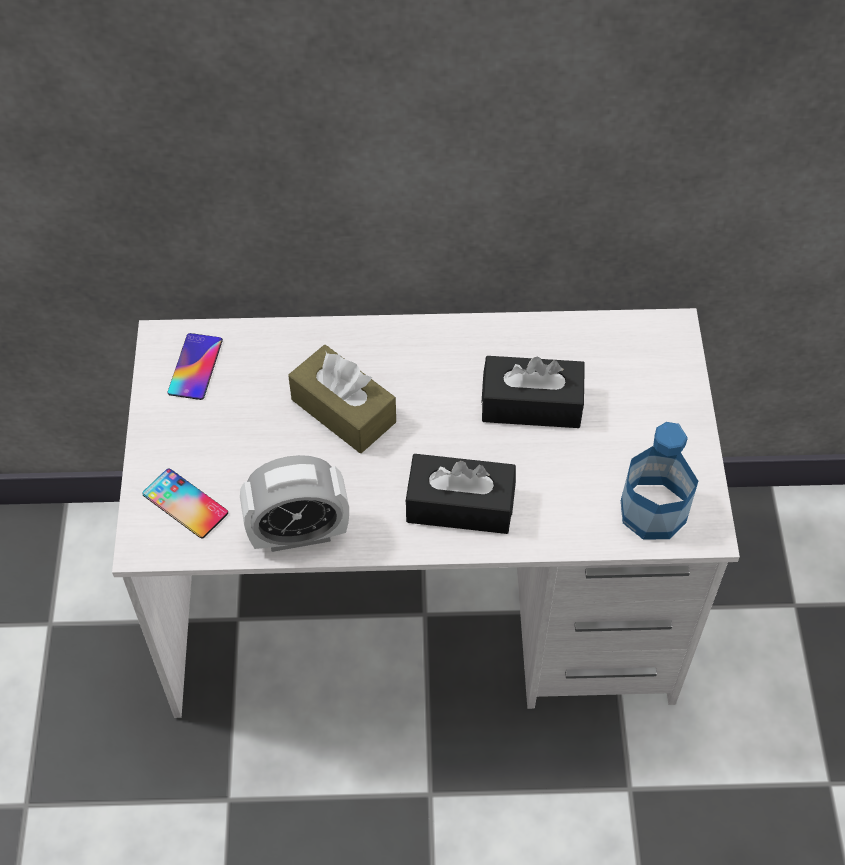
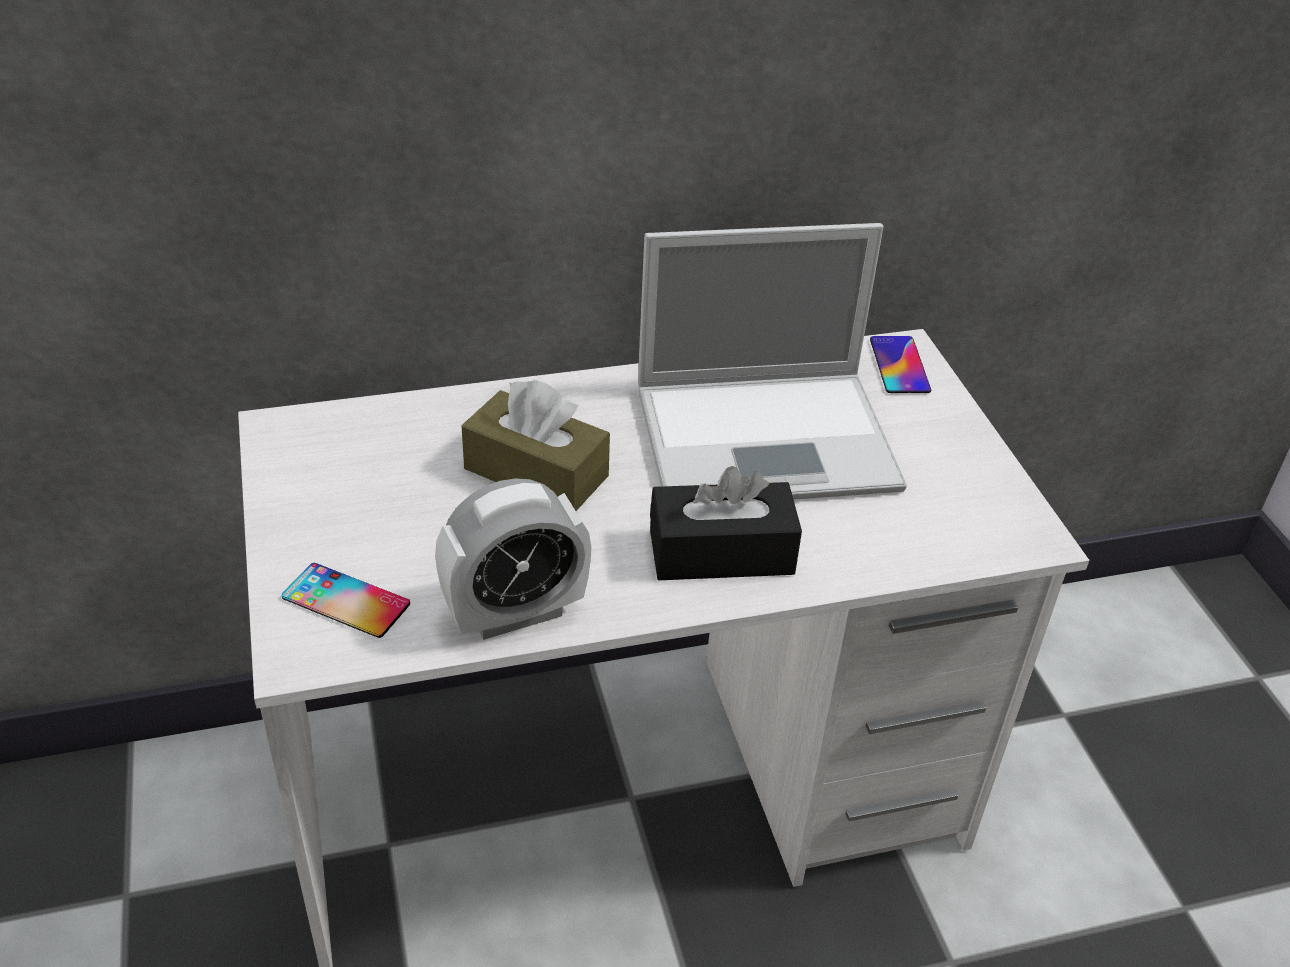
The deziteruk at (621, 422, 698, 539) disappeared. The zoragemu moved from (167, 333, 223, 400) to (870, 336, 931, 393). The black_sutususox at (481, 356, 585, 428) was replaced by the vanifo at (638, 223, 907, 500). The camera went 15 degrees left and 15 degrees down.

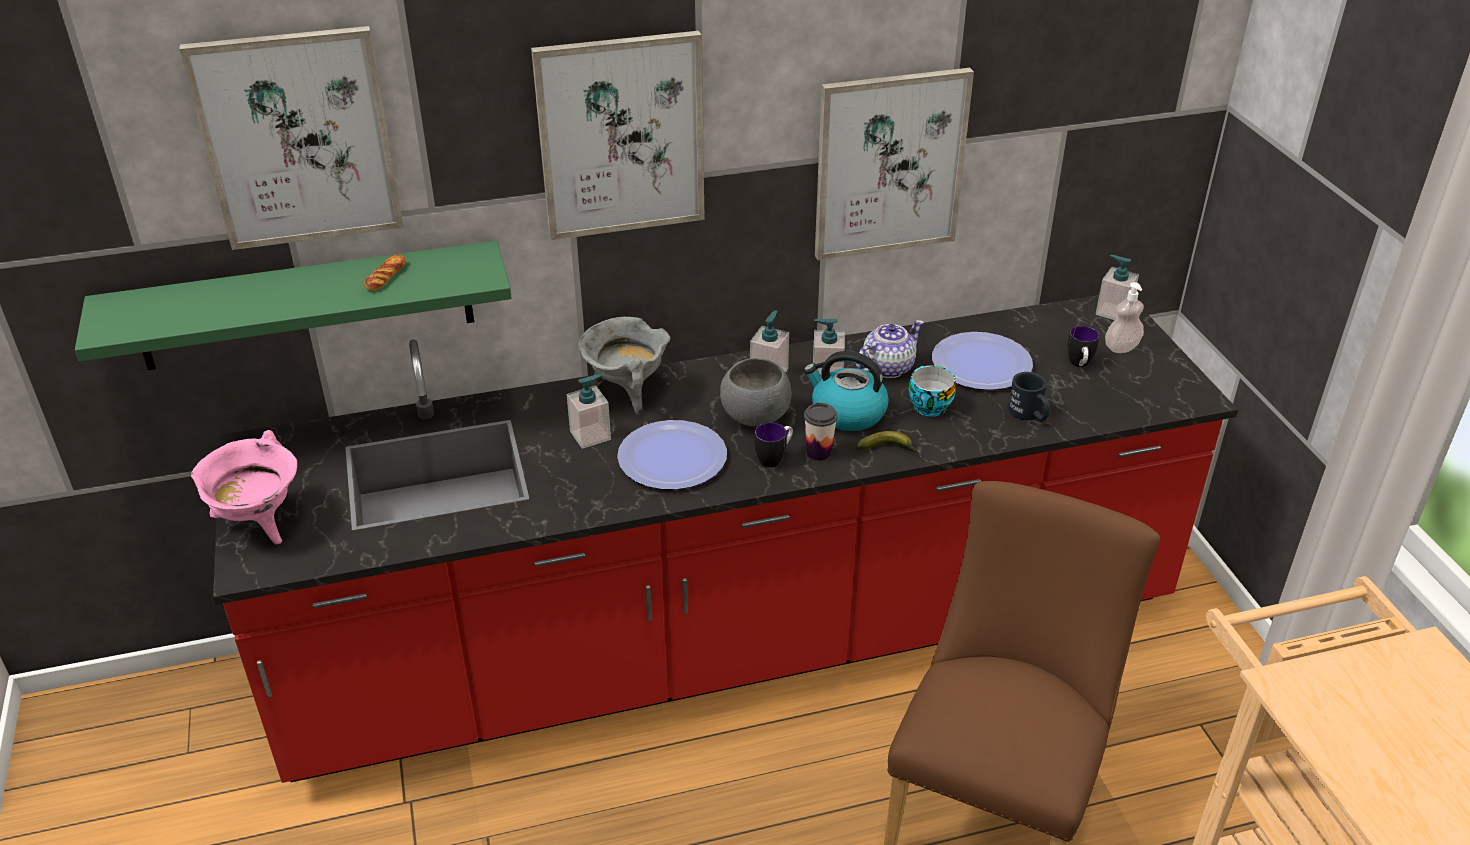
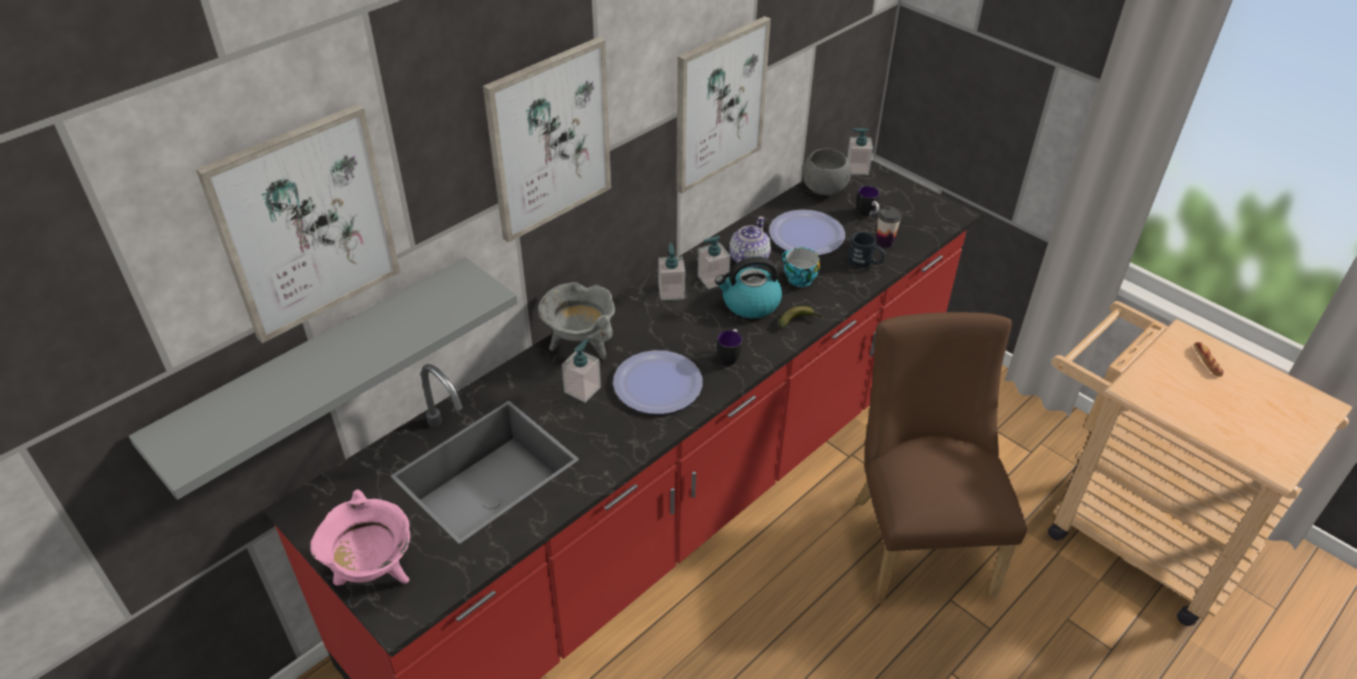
The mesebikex at (1105, 282, 1144, 353) disappeared. The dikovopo moved from (364, 254, 406, 291) to (1194, 342, 1224, 377). The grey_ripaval moved from (720, 358, 792, 426) to (802, 148, 851, 195). The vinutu moved from (804, 403, 838, 461) to (876, 207, 902, 248). The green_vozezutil at (75, 241, 512, 370) became the grey_vozezutil at (129, 257, 518, 500). The camera went 30 degrees left and 5 degrees up.

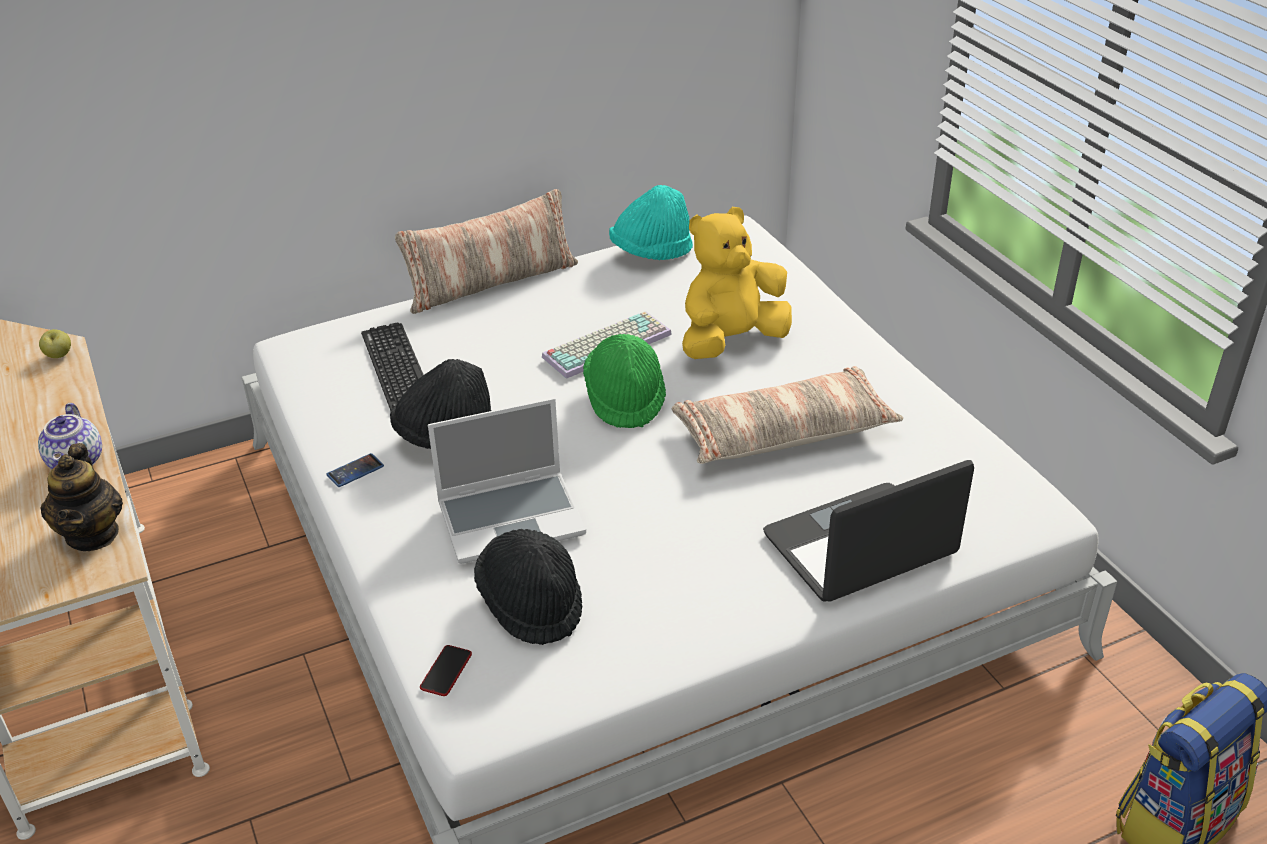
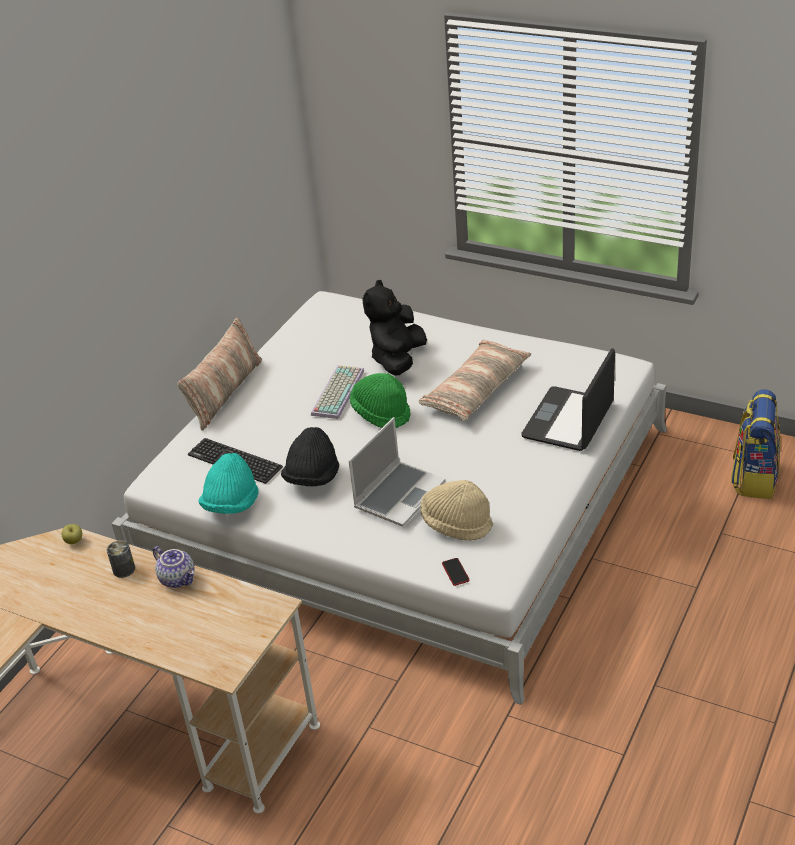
The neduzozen at (40, 443, 123, 551) disappeared. The zoragemu at (326, 453, 384, 487) disappeared. The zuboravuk at (107, 540, 135, 578) appeared. The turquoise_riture moved from (609, 185, 693, 260) to (198, 453, 259, 514). The black_riture at (474, 529, 582, 645) became the beige_riture at (420, 480, 493, 540). The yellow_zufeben at (682, 207, 792, 359) became the black_zufeben at (362, 280, 427, 375). The camera went 35 degrees left and 0 degrees up.

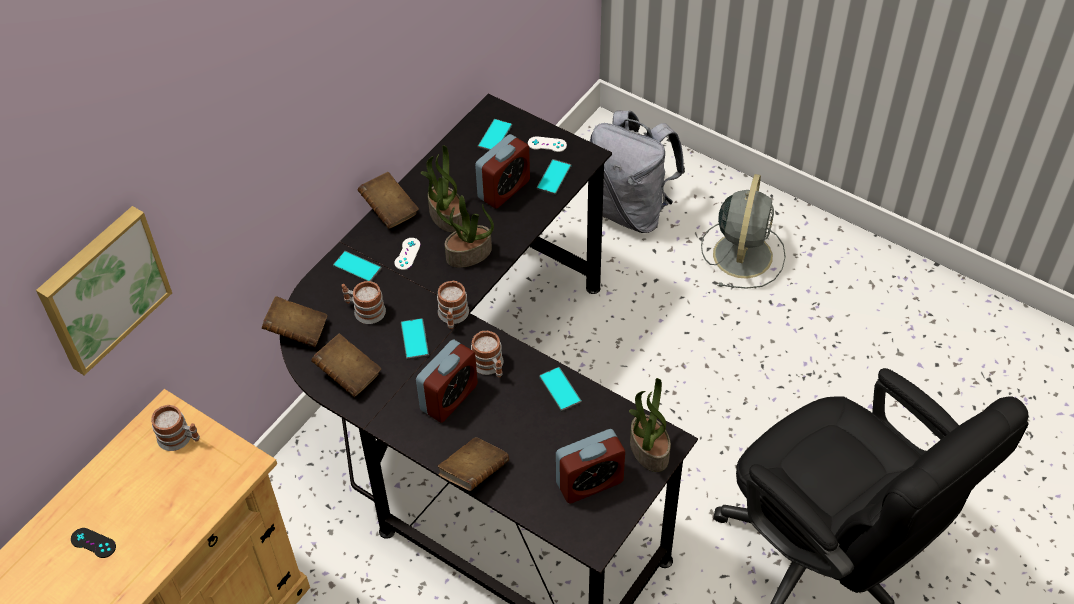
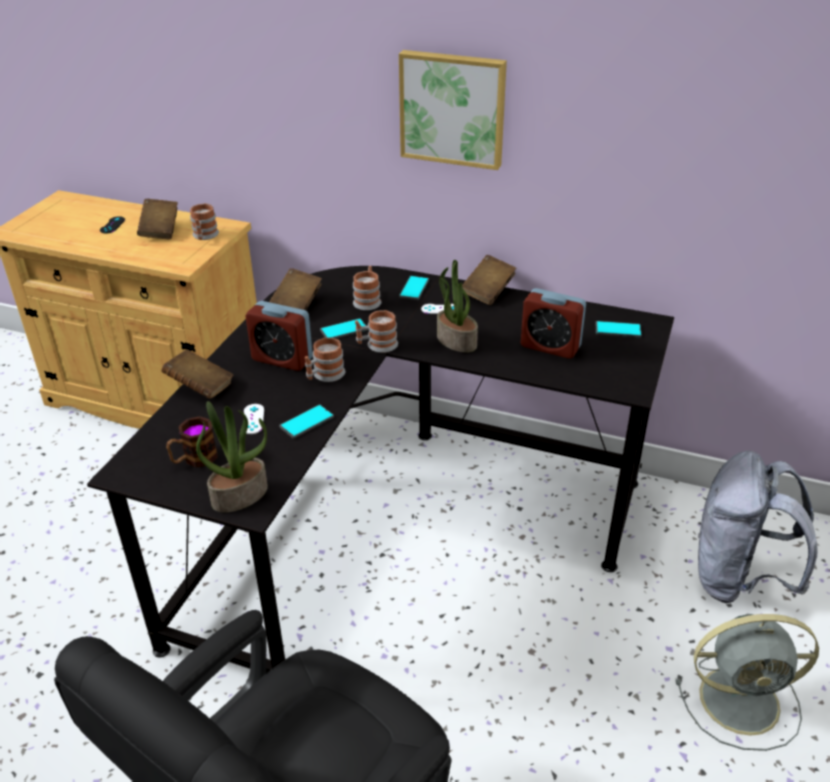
The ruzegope at (421, 145, 462, 233) disappeared. The zoragemu at (537, 159, 571, 195) disappeared. The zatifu moved from (36, 206, 172, 376) to (399, 50, 507, 170). The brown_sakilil moved from (262, 296, 328, 347) to (137, 199, 178, 239). The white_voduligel moved from (528, 136, 567, 152) to (244, 404, 264, 434). The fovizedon at (556, 429, 625, 504) was replaced by the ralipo at (166, 416, 218, 467). The camera went 75 degrees right and 15 degrees down.

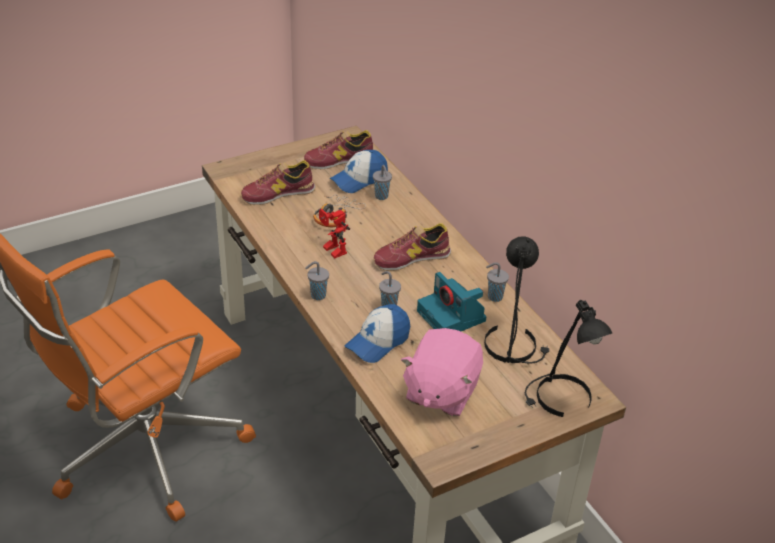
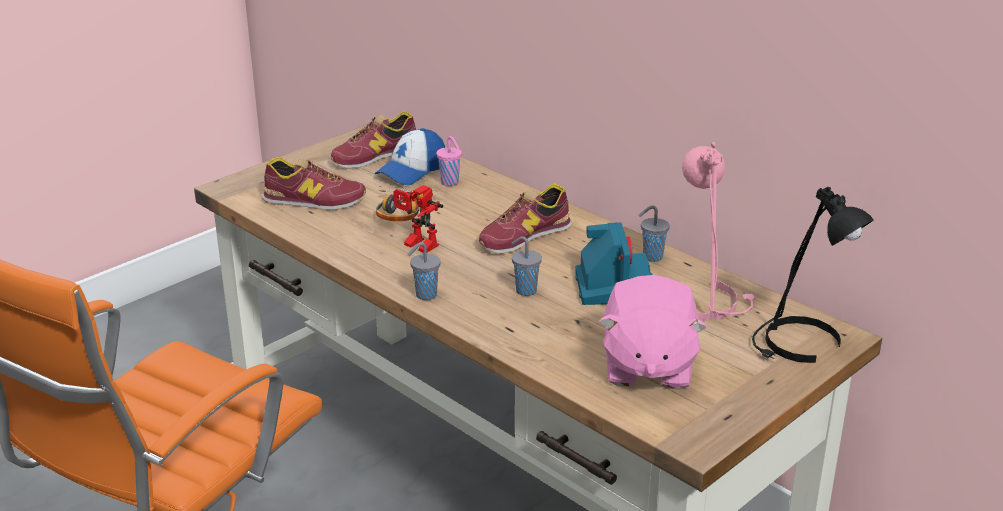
The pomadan at (345, 304, 410, 363) disappeared. The grey_vinutu at (373, 165, 392, 200) became the pink_vinutu at (436, 136, 462, 186). The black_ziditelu at (484, 237, 549, 364) became the pink_ziditelu at (682, 142, 755, 320). The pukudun at (241, 160, 316, 205) turned 135 degrees counterclockwise. The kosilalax at (417, 272, 487, 332) turned 135 degrees counterclockwise. The camera went 15 degrees left and 10 degrees down.

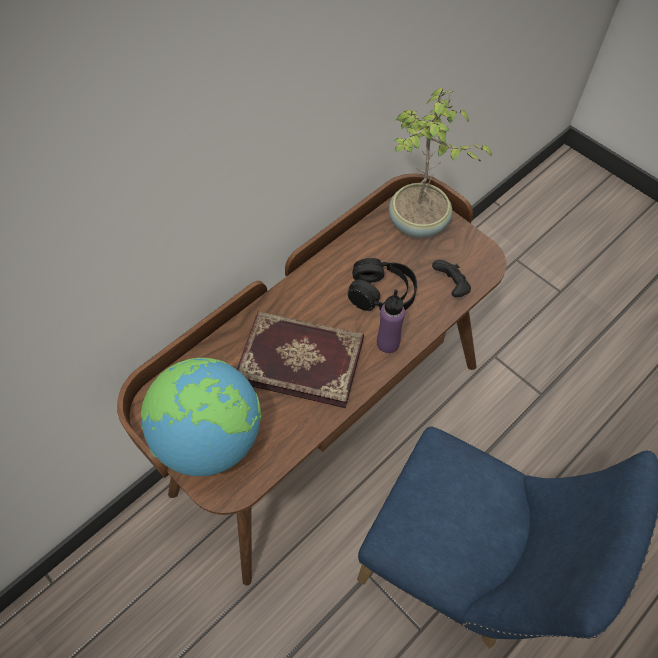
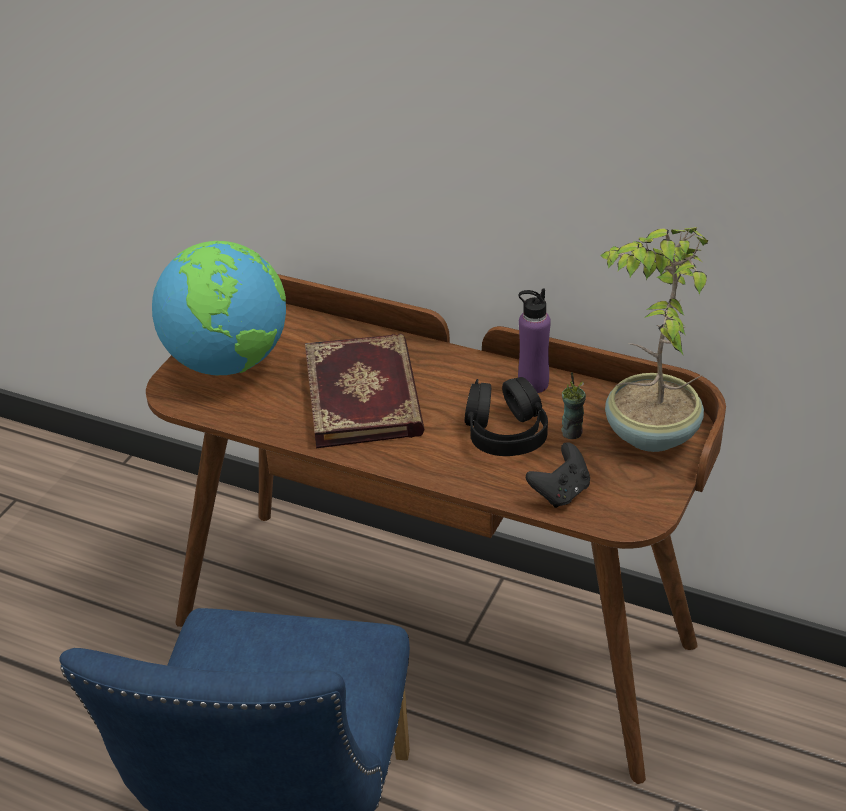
The vinutu at (561, 372, 586, 439) appeared. The purple_deziteruk moved from (377, 290, 405, 353) to (518, 288, 551, 393). The camera went 70 degrees right and 20 degrees down.

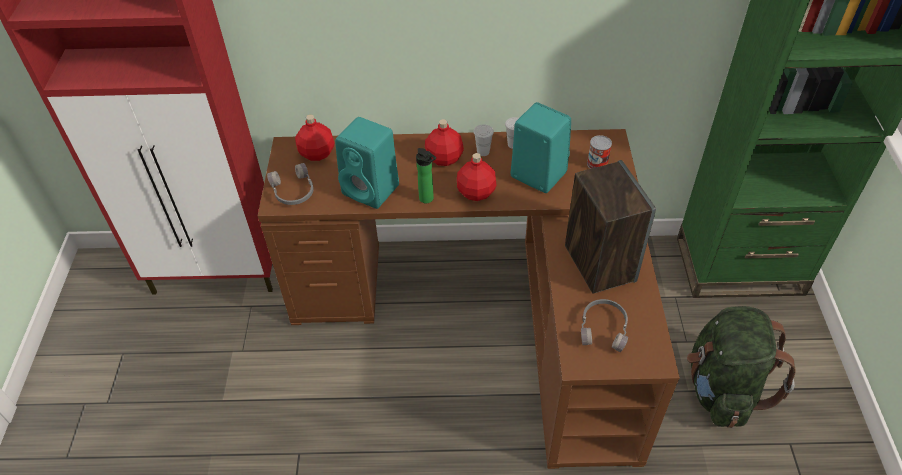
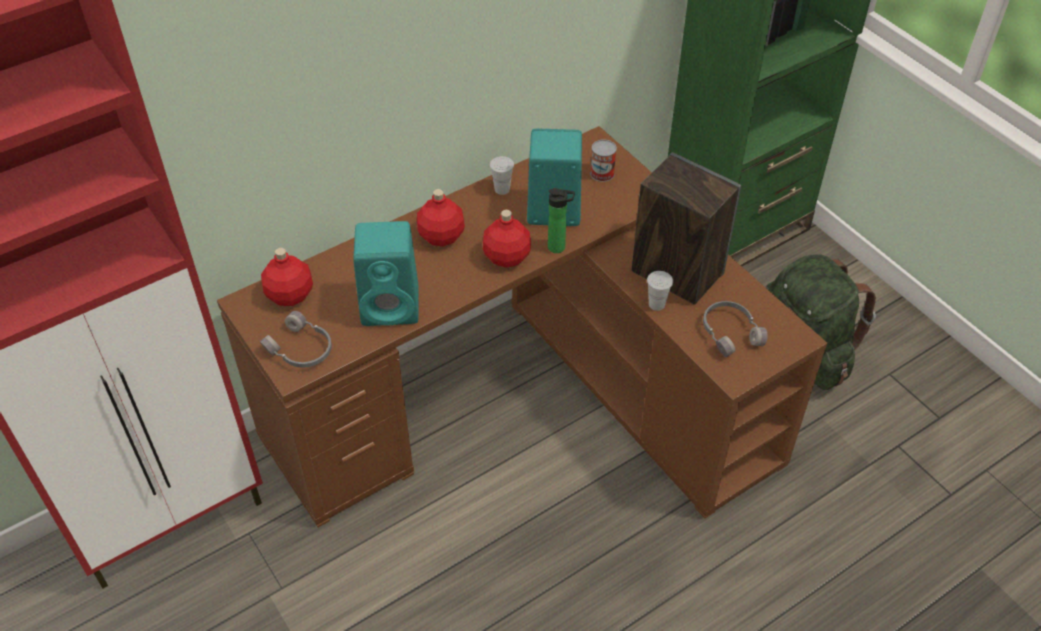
The deziteruk moved from (416, 148, 436, 203) to (548, 188, 575, 253). The white_vinutu moved from (473, 124, 494, 156) to (647, 271, 673, 311). The camera went 35 degrees left and 0 degrees up.

